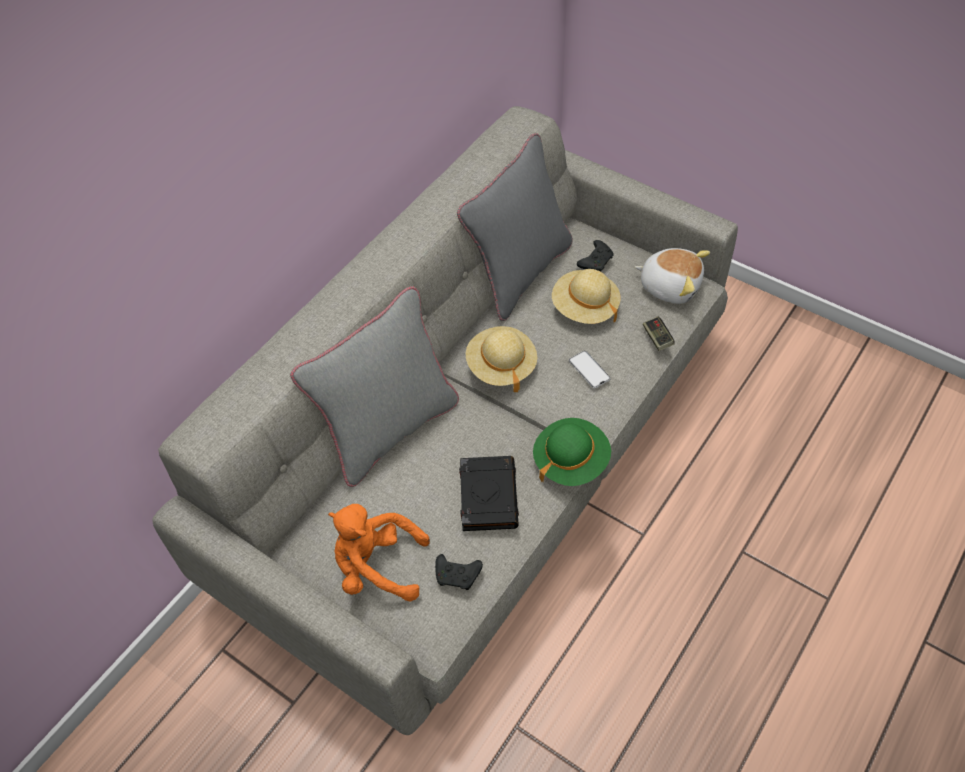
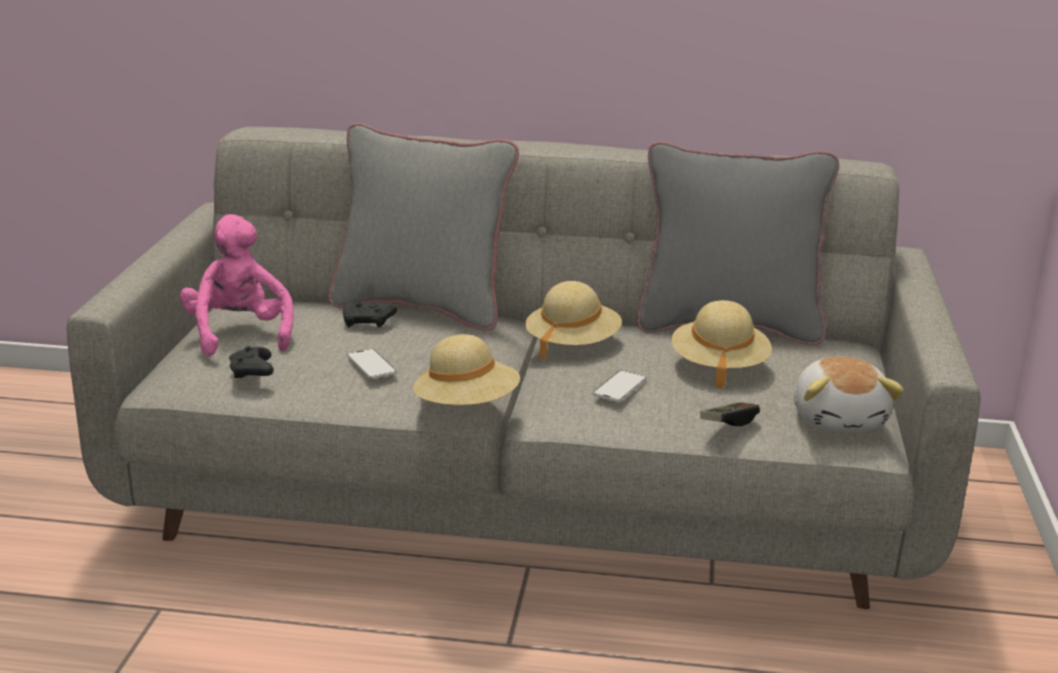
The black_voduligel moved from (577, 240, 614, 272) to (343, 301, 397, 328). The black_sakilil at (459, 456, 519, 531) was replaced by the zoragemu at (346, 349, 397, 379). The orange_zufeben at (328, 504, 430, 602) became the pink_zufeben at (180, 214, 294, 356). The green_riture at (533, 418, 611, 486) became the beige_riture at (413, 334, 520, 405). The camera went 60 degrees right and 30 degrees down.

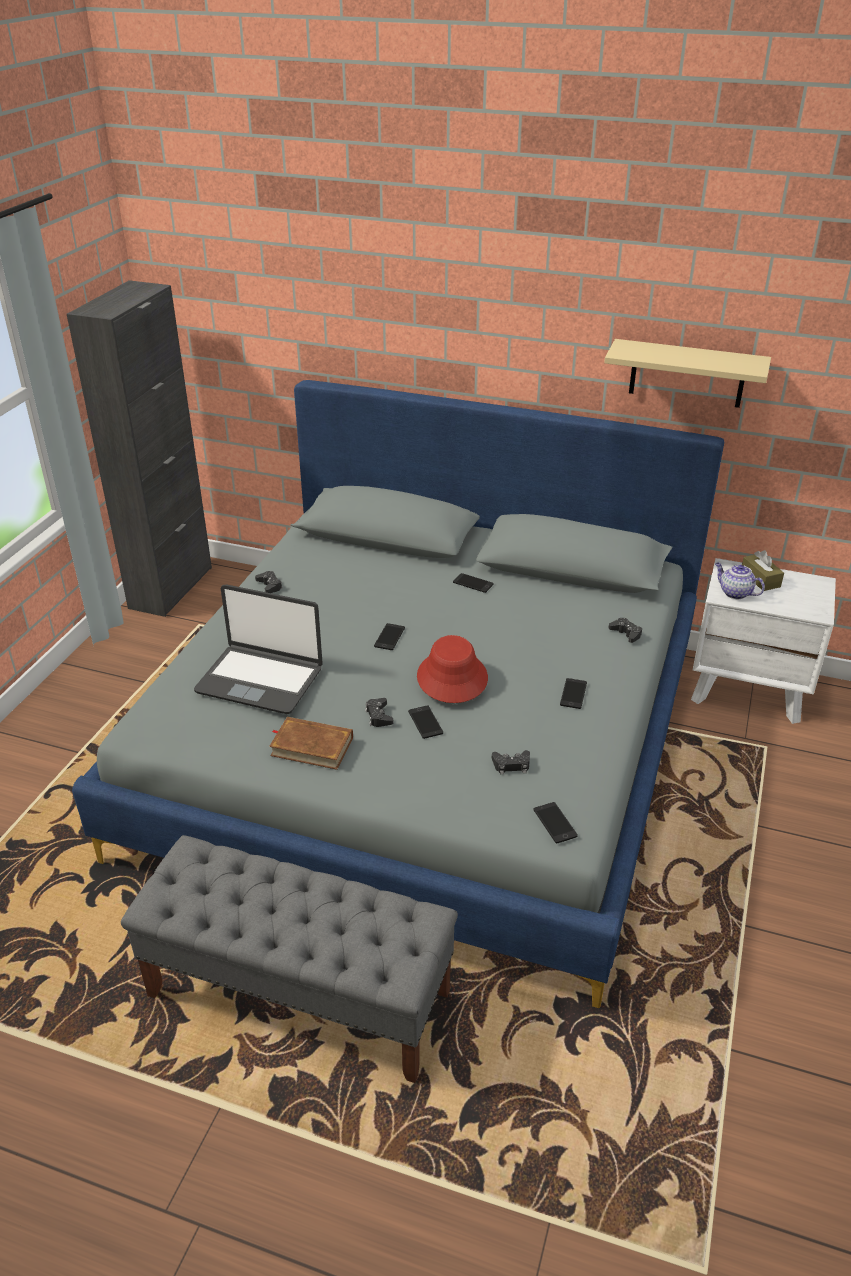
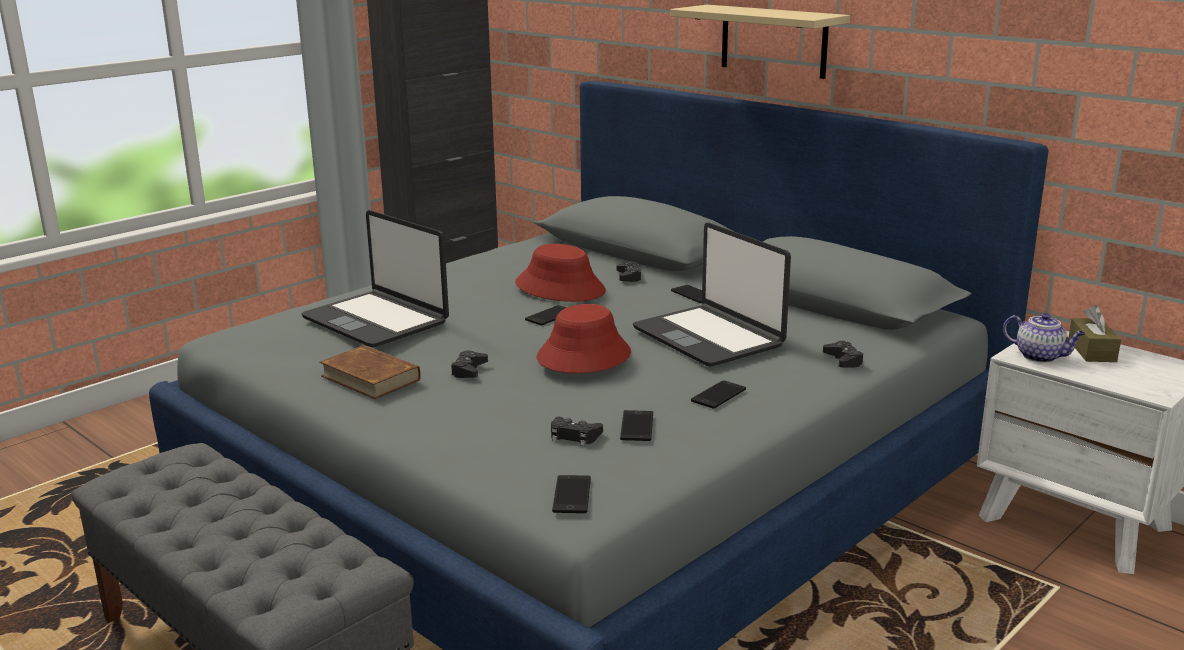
The red_riture at (515, 244, 606, 302) appeared. The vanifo at (633, 222, 791, 366) appeared. The black_voduligel moved from (255, 571, 282, 593) to (616, 262, 642, 282). The zoragemu moved from (408, 705, 443, 739) to (620, 410, 653, 441). The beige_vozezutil moved from (604, 339, 771, 408) to (670, 5, 850, 79). The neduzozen at (715, 563, 765, 599) turned 150 degrees clockwise. The camera went 25 degrees right and 15 degrees down.

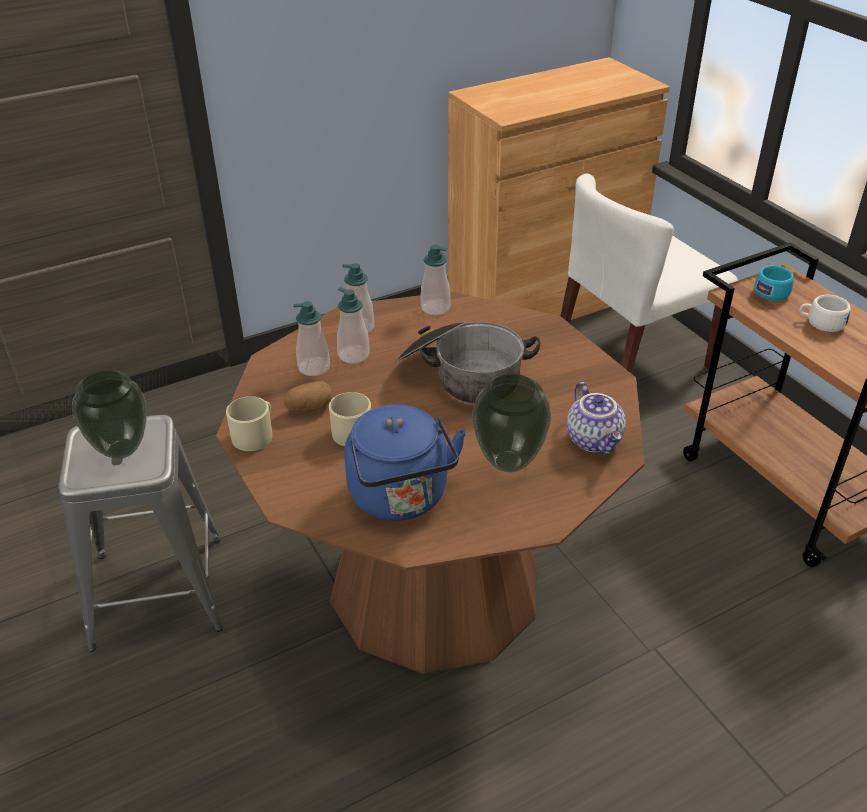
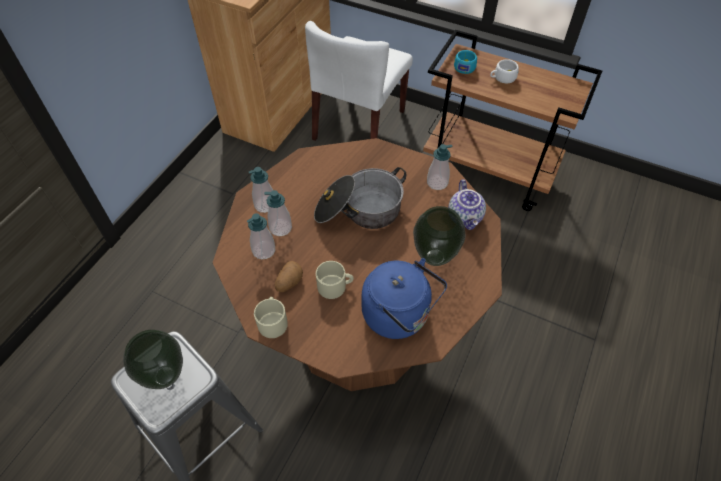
The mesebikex moved from (421, 245, 451, 315) to (427, 144, 452, 190). The neduzozen at (567, 382, 626, 454) turned 45 degrees clockwise. The camera went 35 degrees left and 15 degrees up.

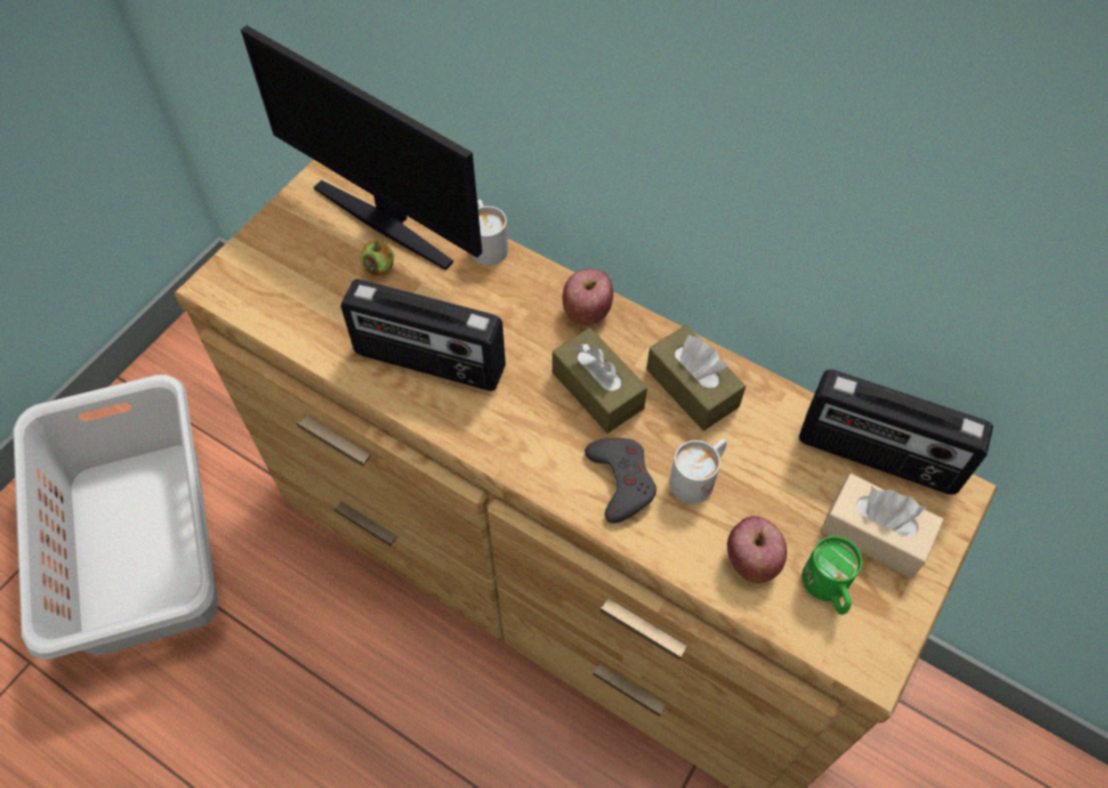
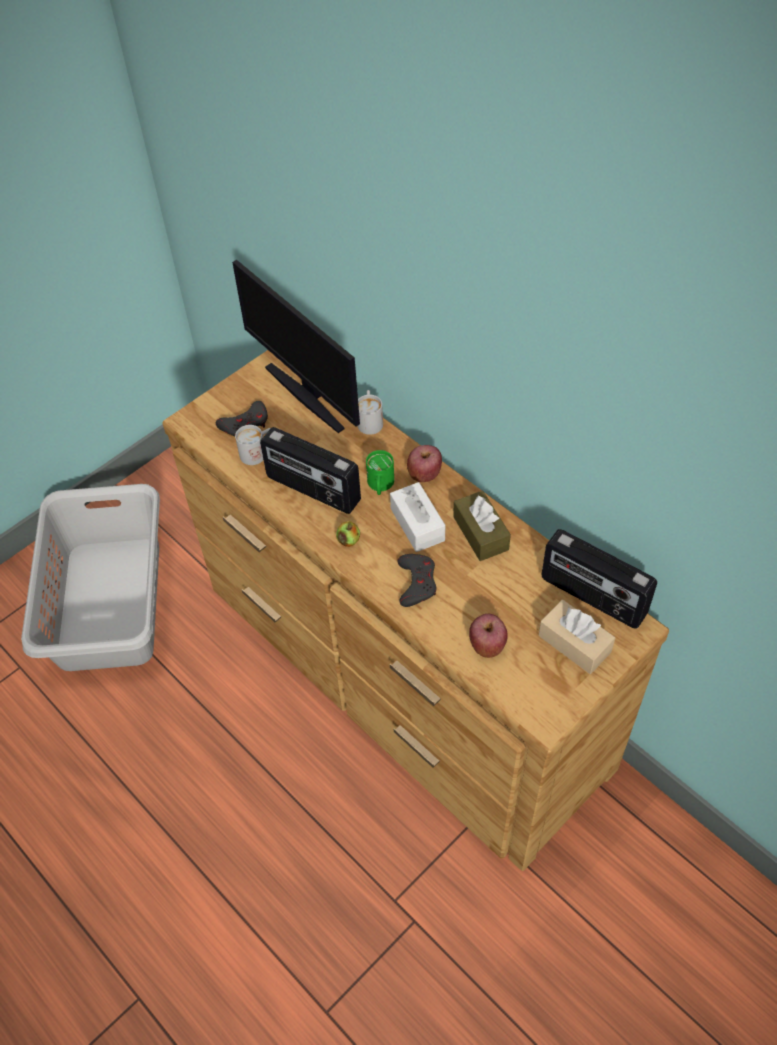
The grey_voduligel at (216, 401, 268, 436) appeared. The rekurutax moved from (361, 240, 394, 276) to (336, 521, 360, 547). The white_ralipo moved from (669, 439, 727, 504) to (235, 425, 271, 465). The green_ralipo moved from (802, 536, 862, 615) to (366, 450, 394, 495). The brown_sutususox at (552, 328, 647, 433) became the white_sutususox at (390, 482, 445, 552). The camera went 15 degrees right and 5 degrees down.

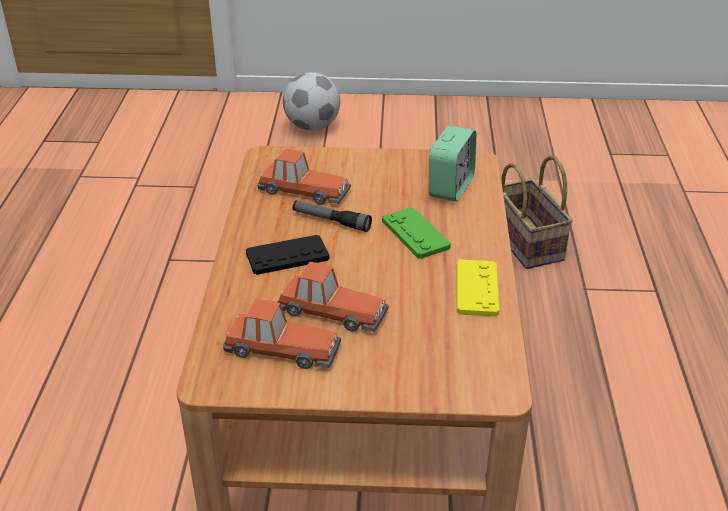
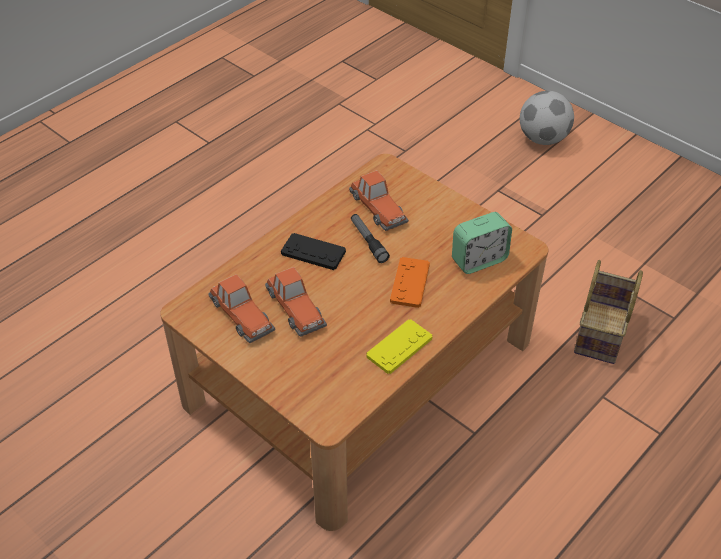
The green_voduligel at (382, 207, 451, 259) became the orange_voduligel at (390, 257, 430, 308). The camera went 40 degrees right and 10 degrees up.

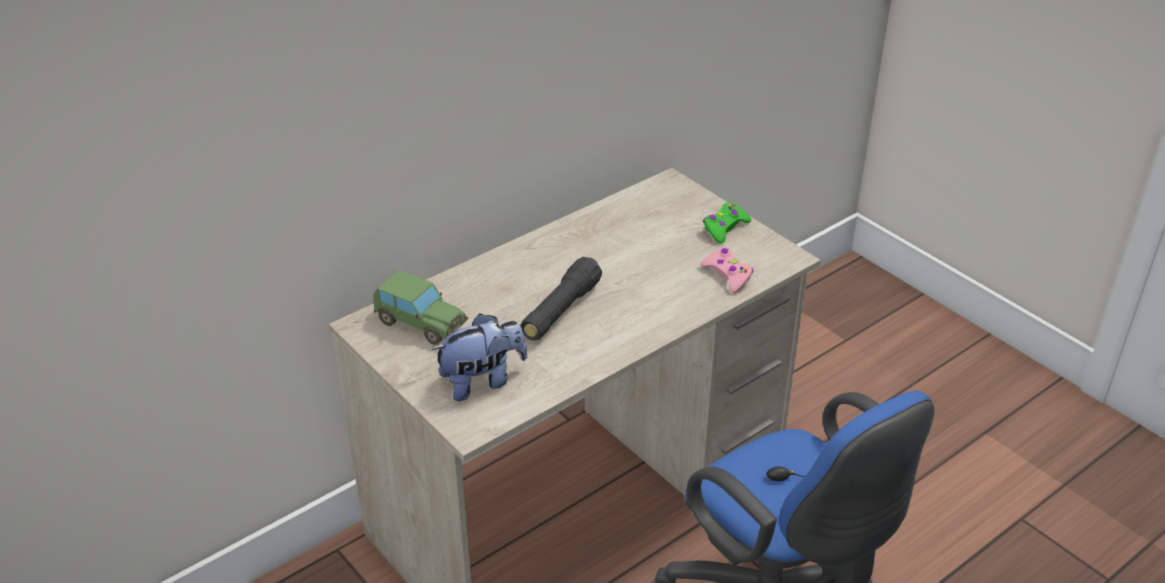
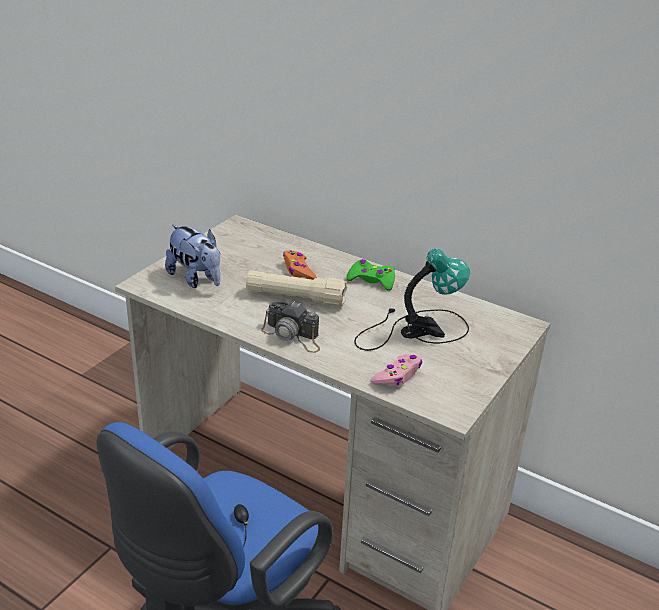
The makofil at (373, 270, 468, 345) disappeared. The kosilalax at (261, 301, 320, 353) appeared. The orange_voduligel at (283, 250, 317, 280) appeared. The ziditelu at (354, 249, 470, 351) appeared. The green_voduligel moved from (703, 202, 751, 243) to (346, 259, 395, 291). The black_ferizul at (521, 257, 602, 341) became the beige_ferizul at (246, 270, 347, 306). The camera went 70 degrees right and 5 degrees down.

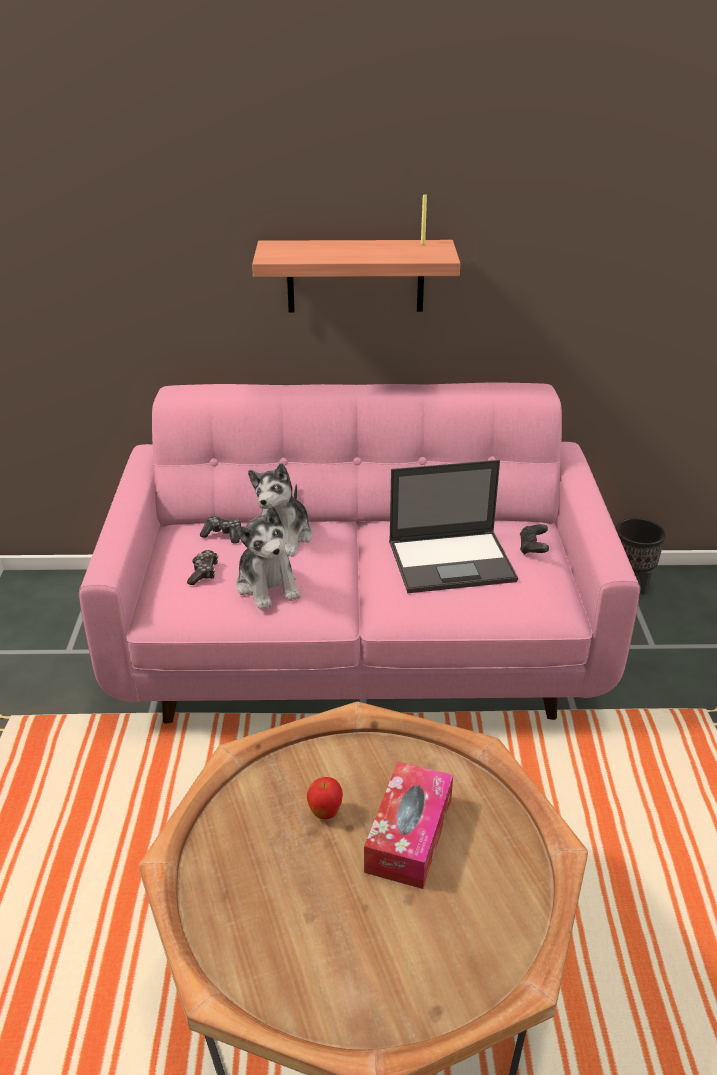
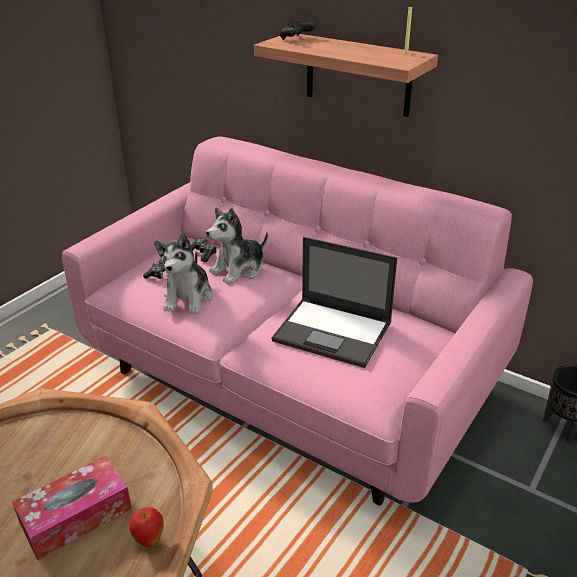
The rekurutax moved from (307, 777, 343, 819) to (129, 507, 164, 547). The black_voduligel moved from (520, 524, 549, 555) to (280, 20, 316, 40). The camera went 35 degrees right and 0 degrees up.

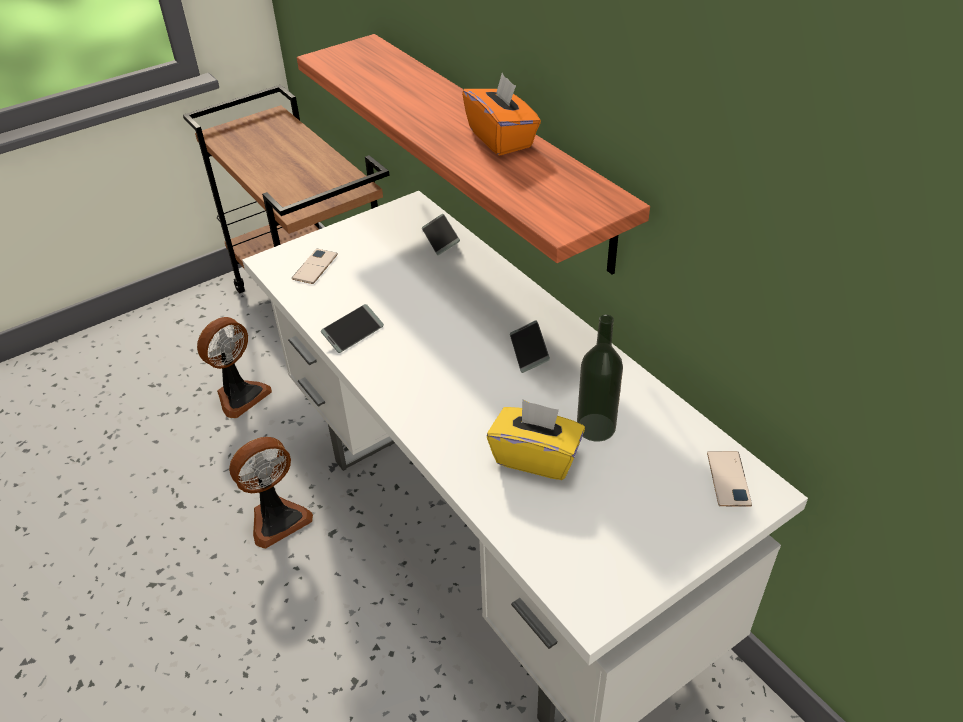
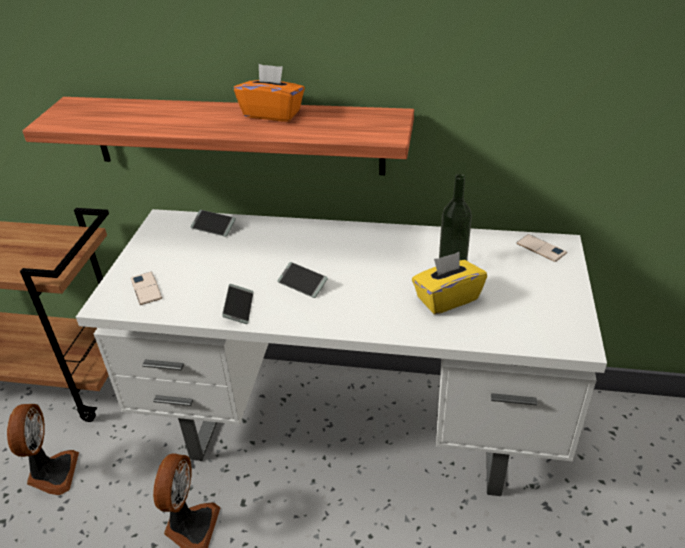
The zoragemu moved from (510, 320, 550, 373) to (277, 262, 328, 298). The camera went 45 degrees left and 5 degrees down.

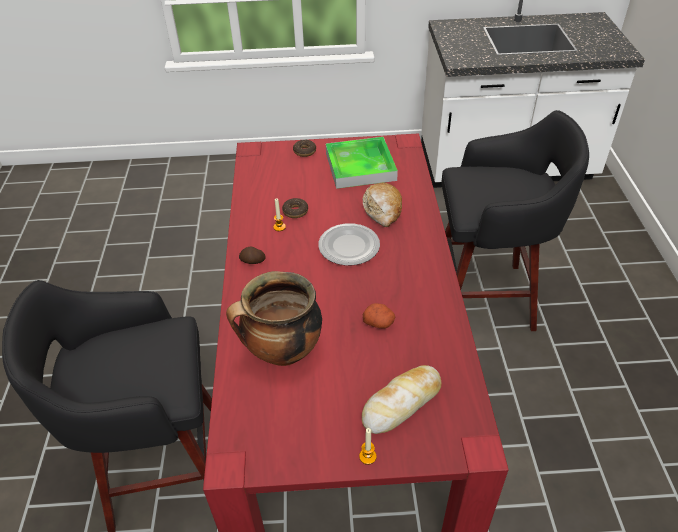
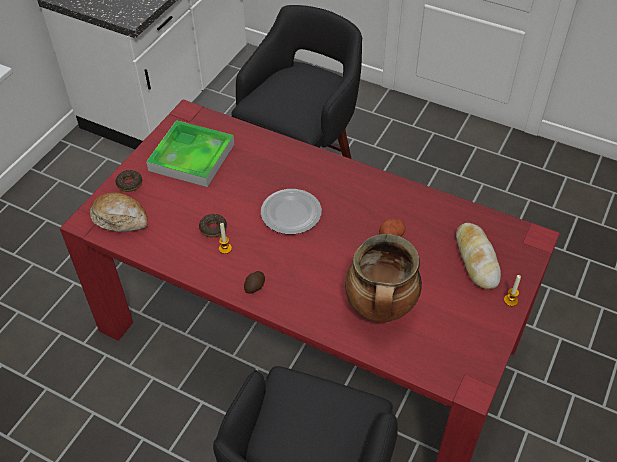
The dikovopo moved from (363, 183, 402, 227) to (90, 192, 148, 232). The camera went 60 degrees left and 5 degrees up.

